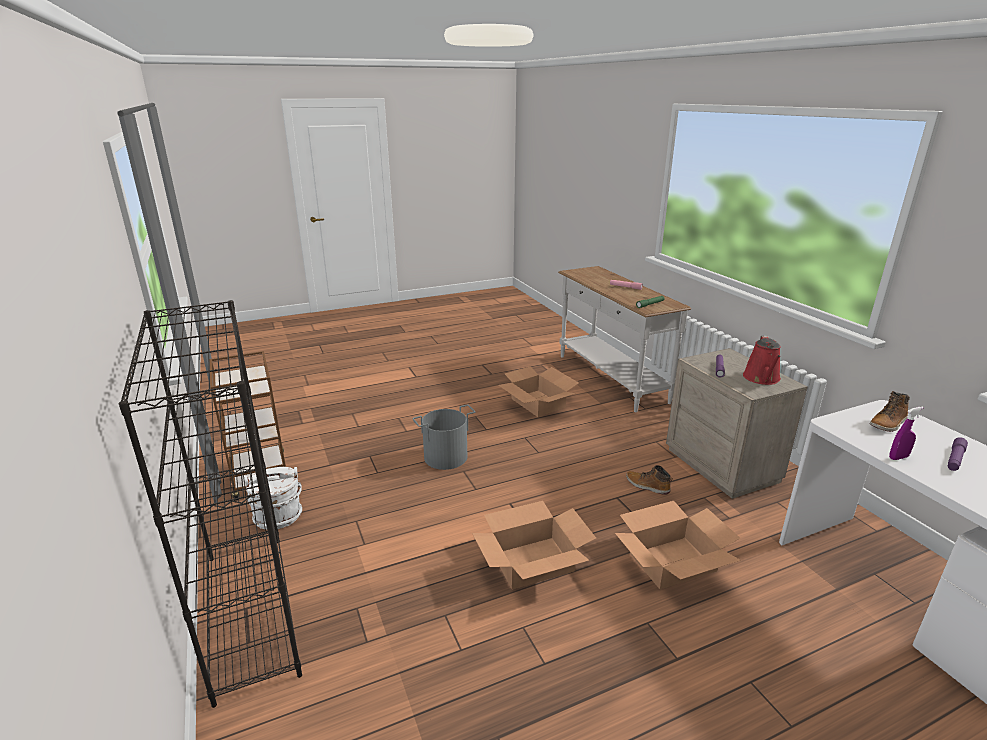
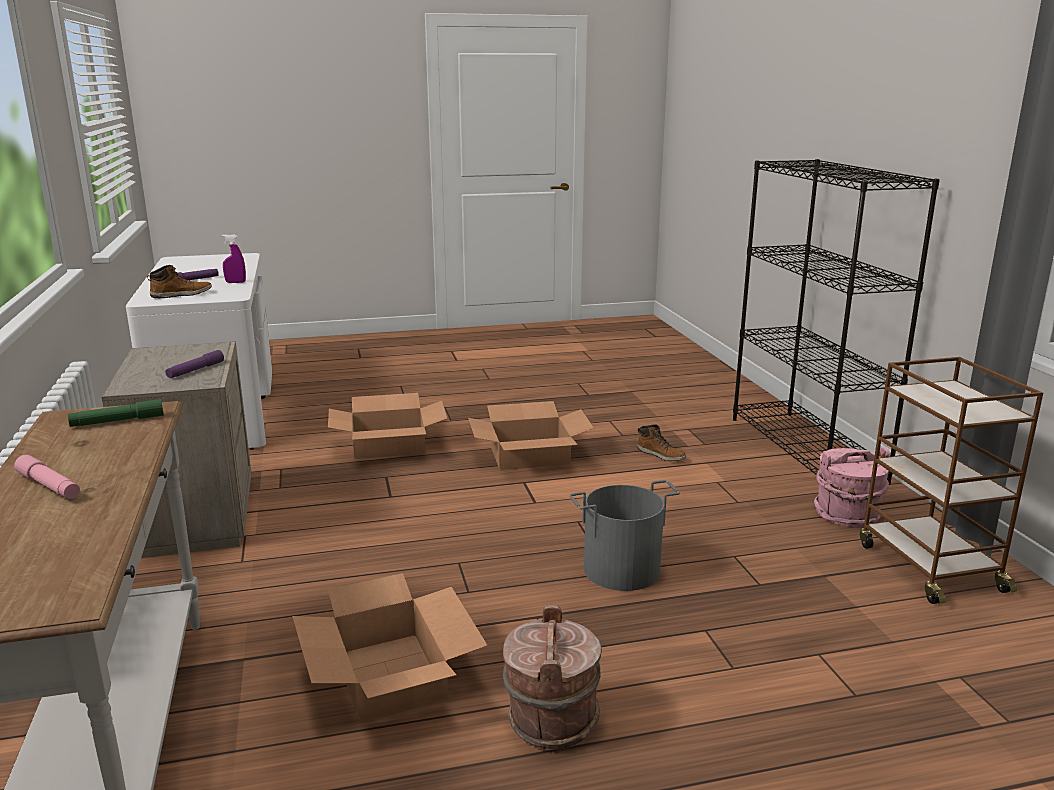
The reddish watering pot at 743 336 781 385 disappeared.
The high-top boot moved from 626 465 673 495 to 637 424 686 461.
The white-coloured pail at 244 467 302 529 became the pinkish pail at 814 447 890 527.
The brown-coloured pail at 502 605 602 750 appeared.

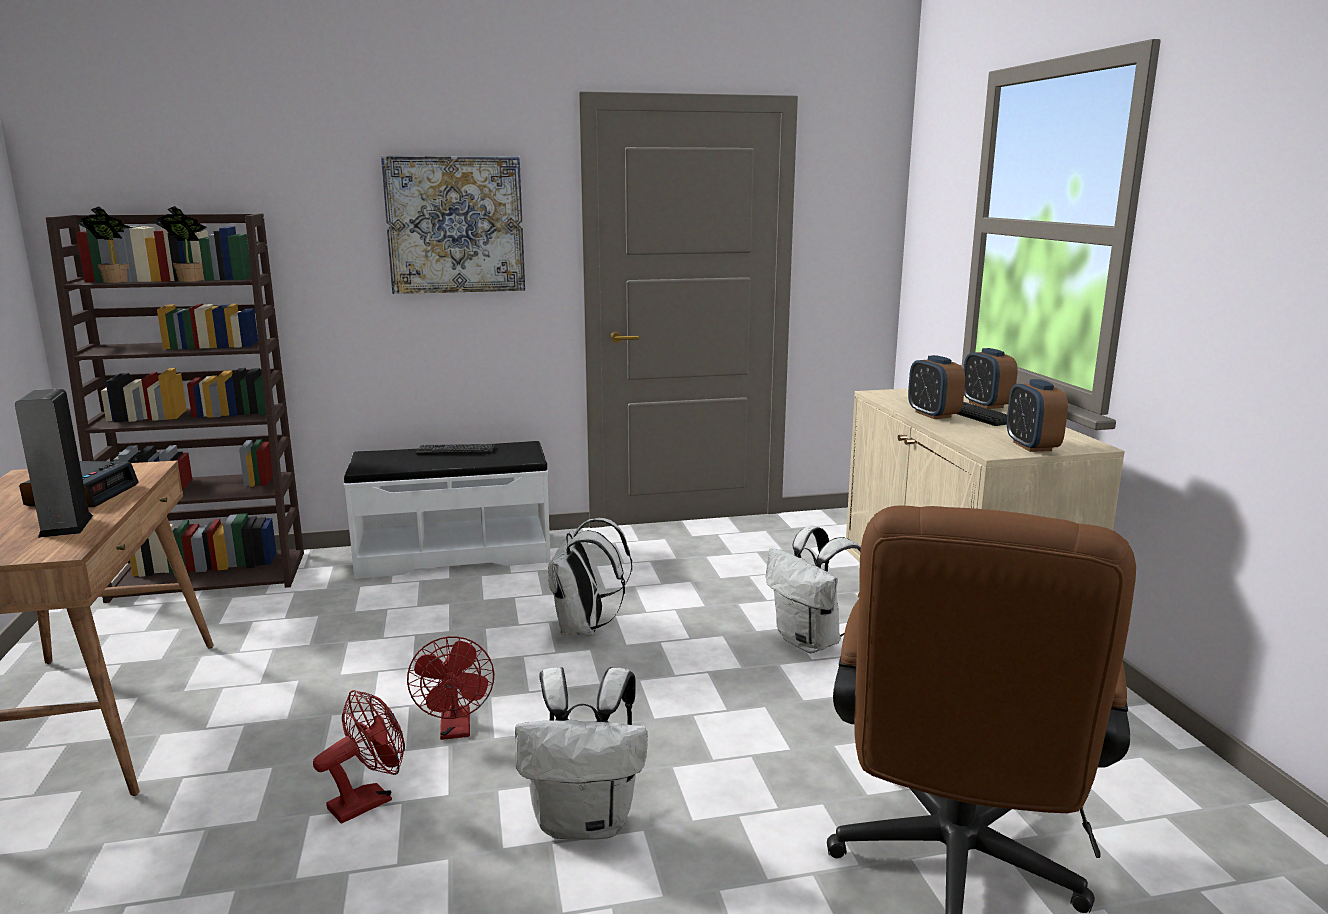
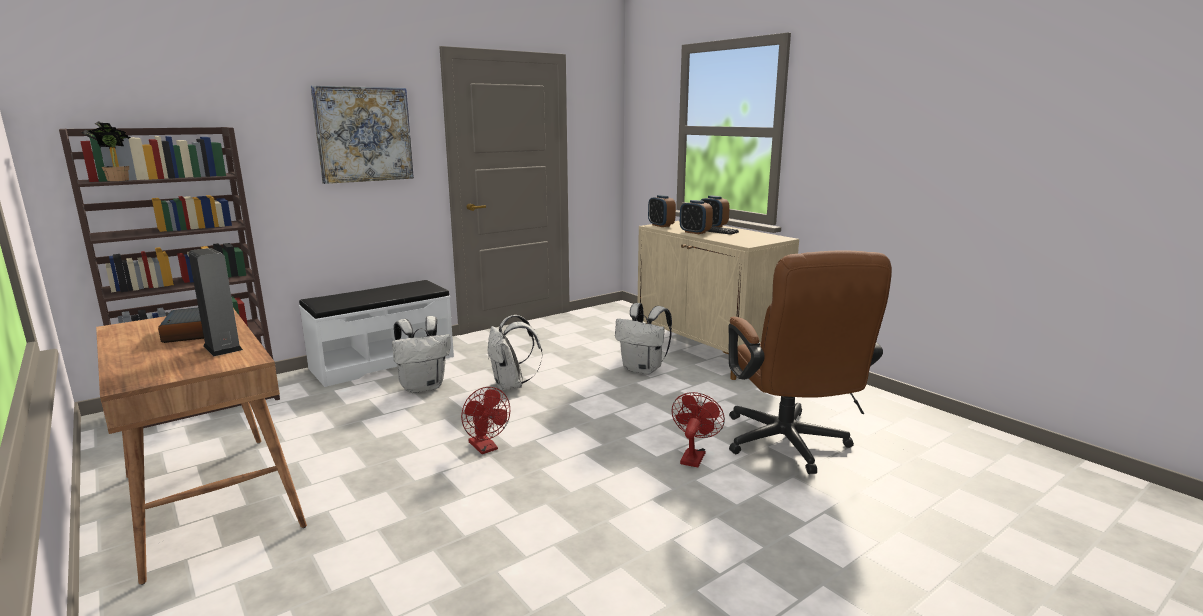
The potted plant at 152 206 208 282 disappeared.
The alarm clock moved from 1007 379 1068 452 to 648 195 676 227.
The computer keyboard at 416 444 495 455 disappeared.
The white-coloured backpack moved from 515 667 648 840 to 392 316 451 393.
The reddish electric fan moved from 313 690 405 824 to 672 392 725 467.

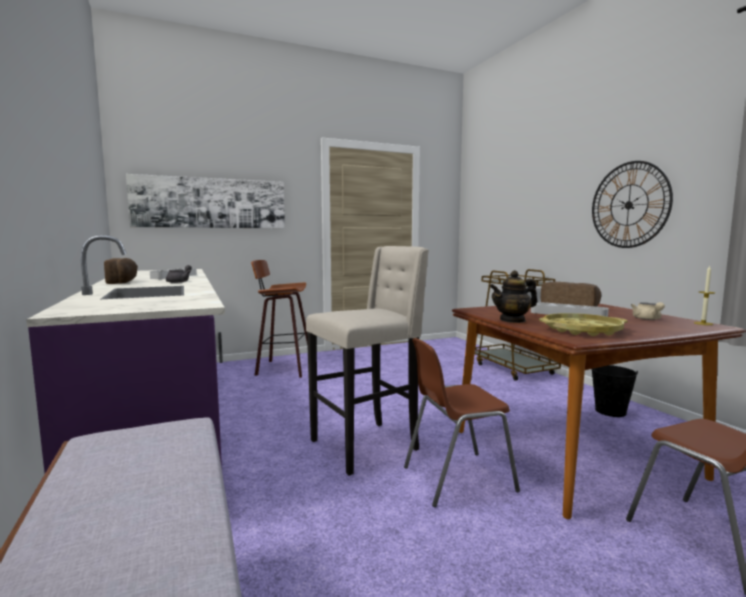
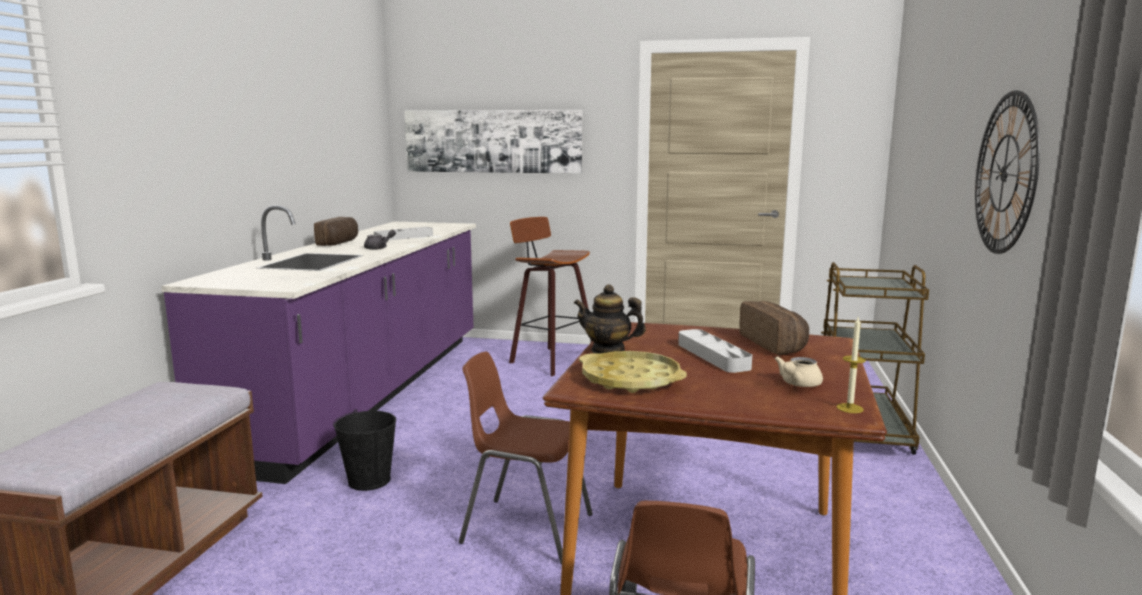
The beige-coloured stool at 306 246 429 476 disappeared.
The blackish pail moved from 591 365 638 417 to 333 409 396 491.

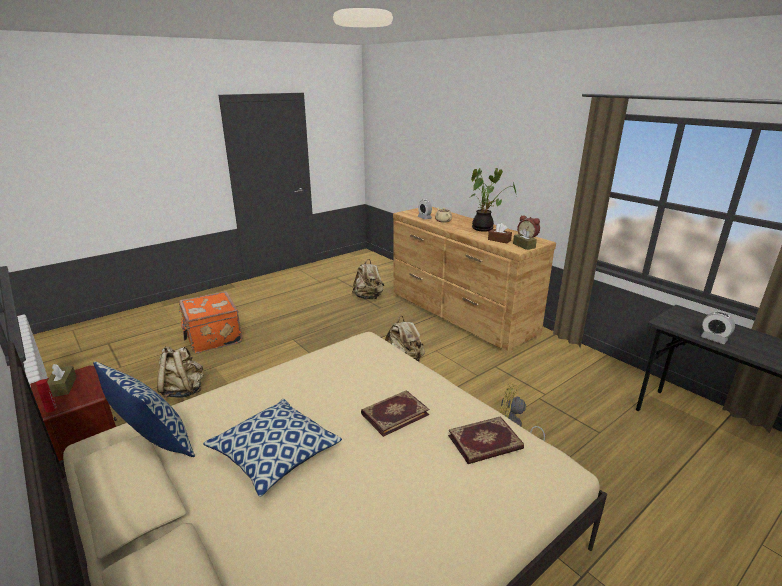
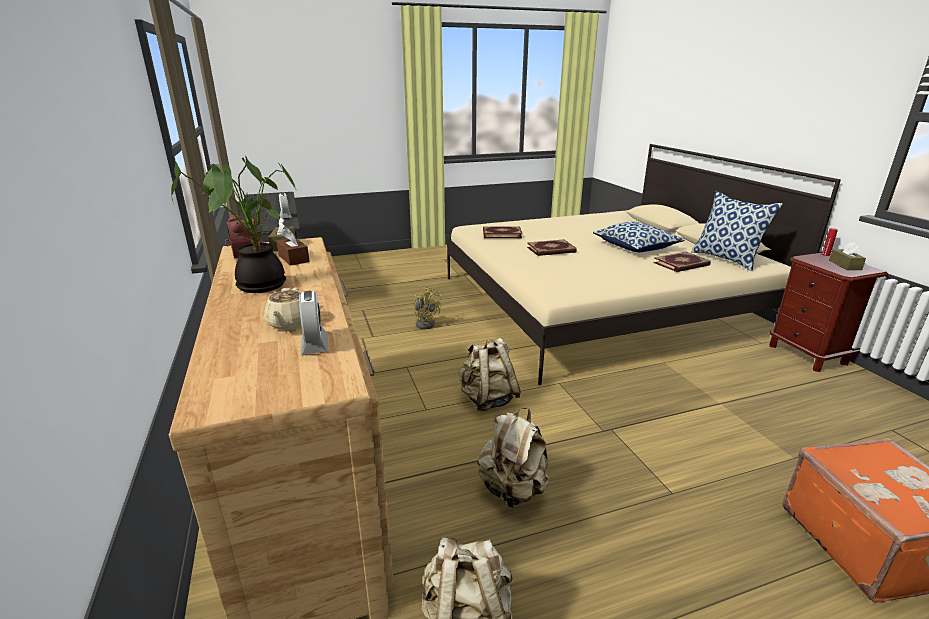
The beige-coloured backpack moved from 157 346 204 398 to 477 408 549 508.
The book at 654 252 711 272 appeared.

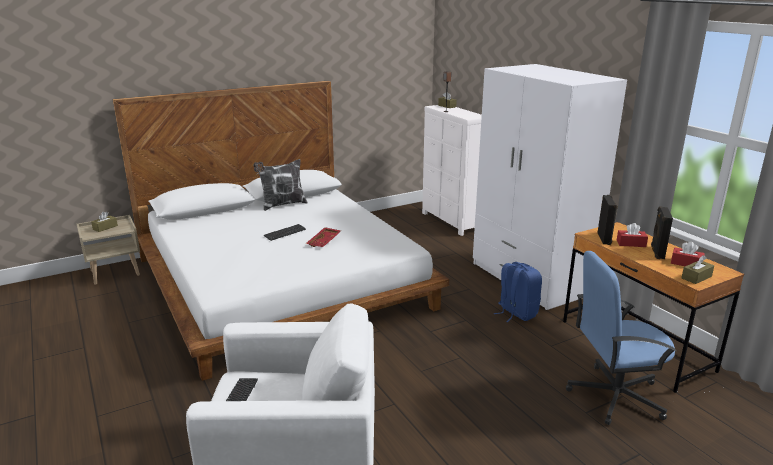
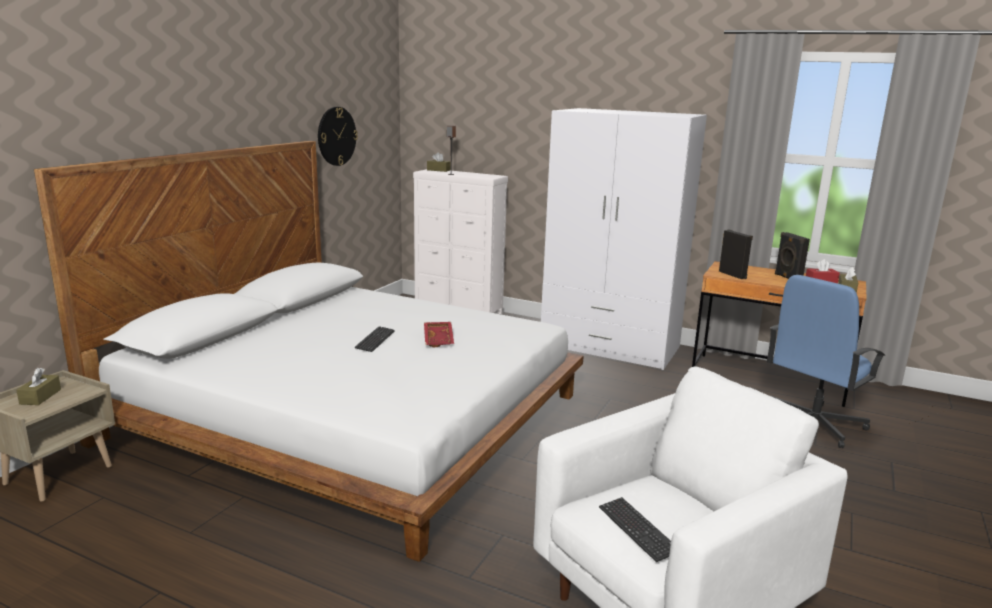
The pillow at 253 159 308 211 disappeared.
The reddish tissue holder at 617 223 648 247 disappeared.
The blue backpack at 494 262 542 322 disappeared.
The clock on the wall at 318 107 358 166 appeared.

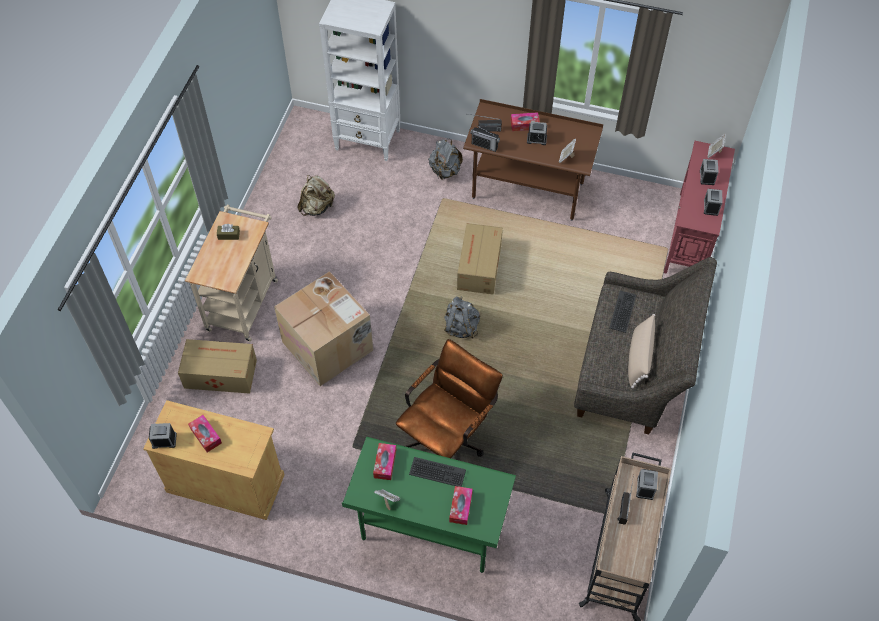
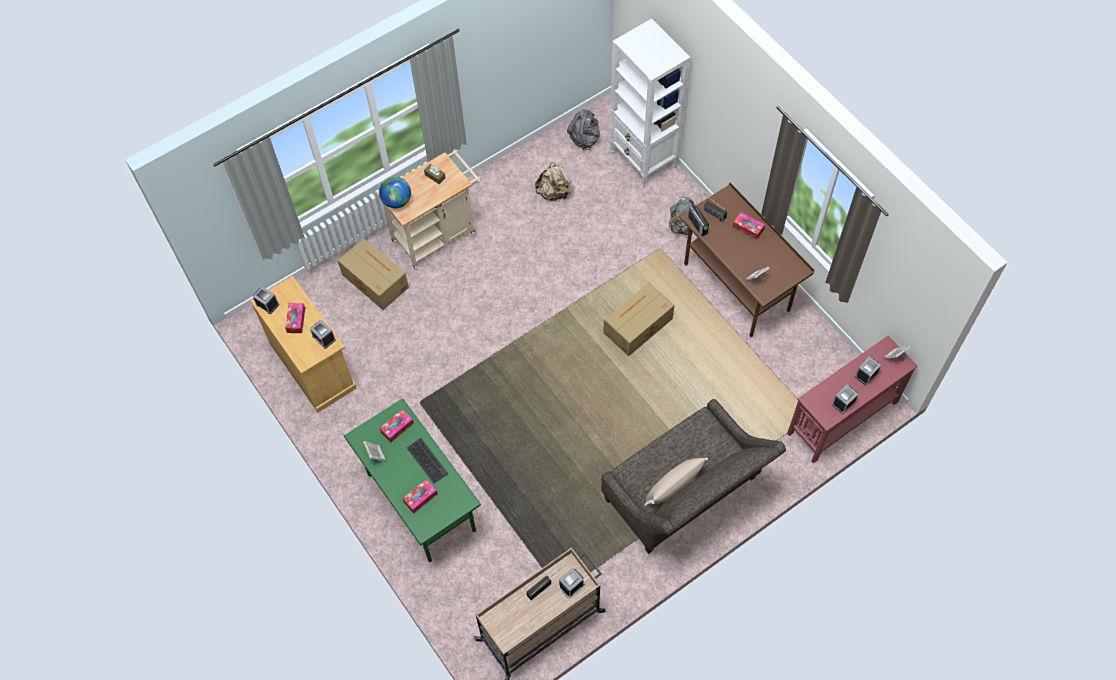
The alarm clock moved from 527 122 547 145 to 310 320 336 349.
The carton at 274 271 373 386 disappeared.
The computer keyboard at 609 290 636 333 disappeared.
The grey backpack moved from 444 296 480 339 to 567 109 600 150.
The brown-coloured computer chair at 396 339 503 458 disappeared.
The world globe at 379 176 411 208 appeared.

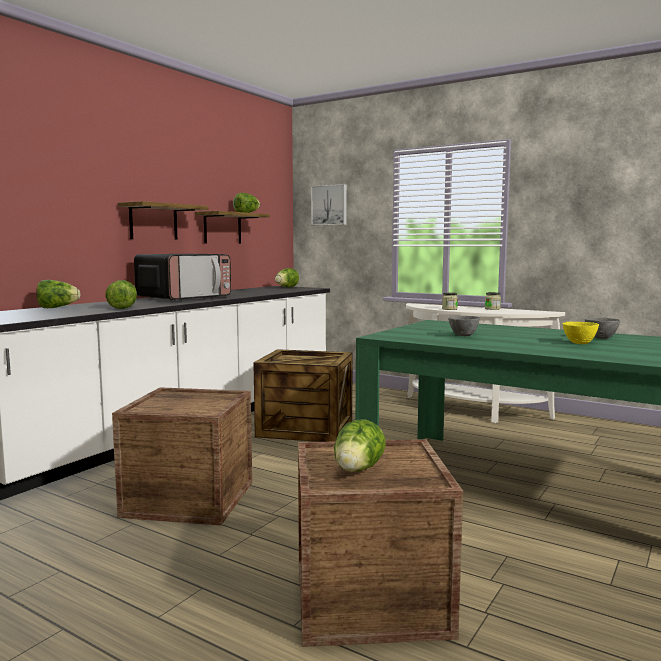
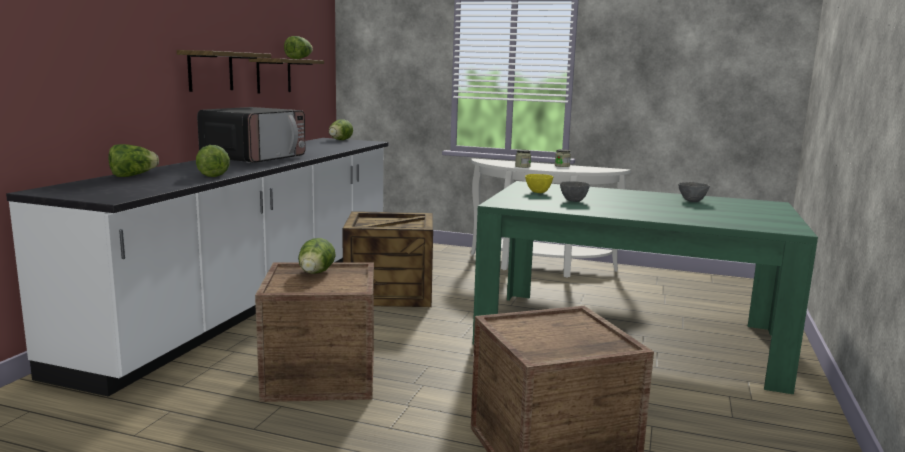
The wall picture at 311 184 347 225 disappeared.
The yellow-coloured deep dish moved from 563 322 599 344 to 525 174 553 193.
The head of lettuce moved from 334 420 386 472 to 298 238 336 274.

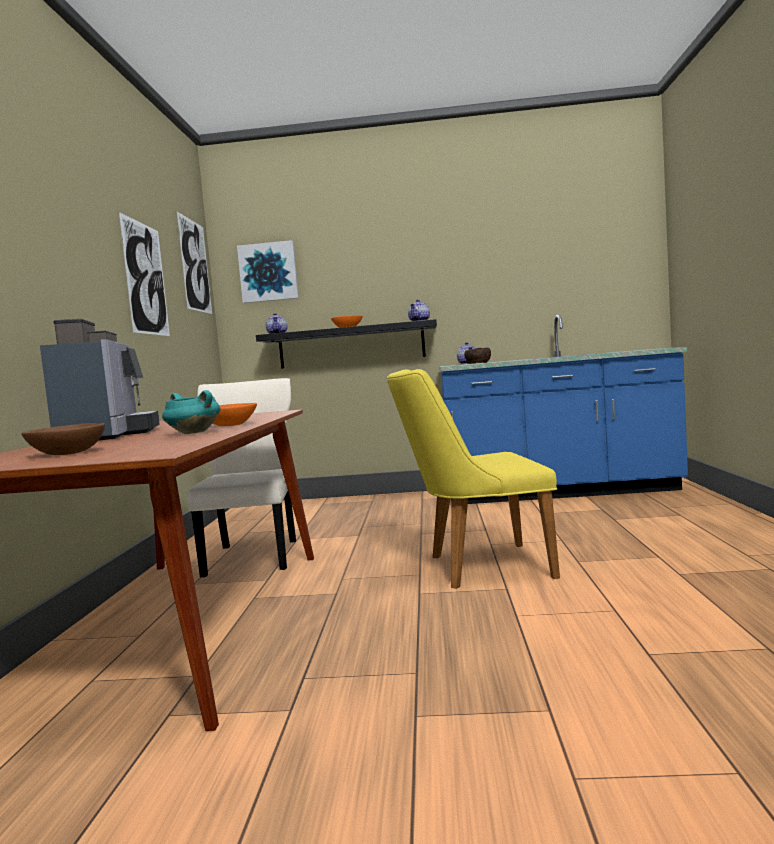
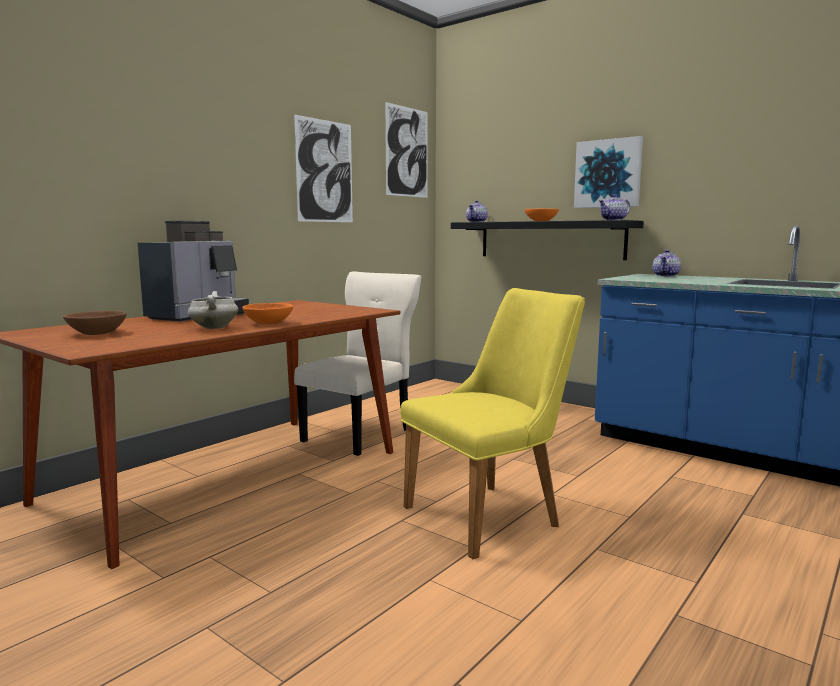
The wall picture moved from 237 240 299 303 to 574 136 643 208.
The brown-coloured deep dish at 464 348 491 364 disappeared.
The yellow-coloured chair at 387 369 560 589 turned 120 degrees clockwise.
The blue-green stockpot at 162 390 220 434 became the white-coloured stockpot at 188 291 238 329.

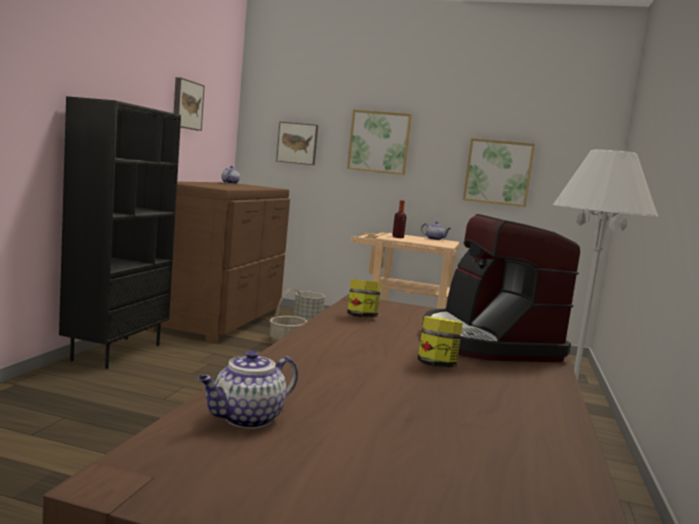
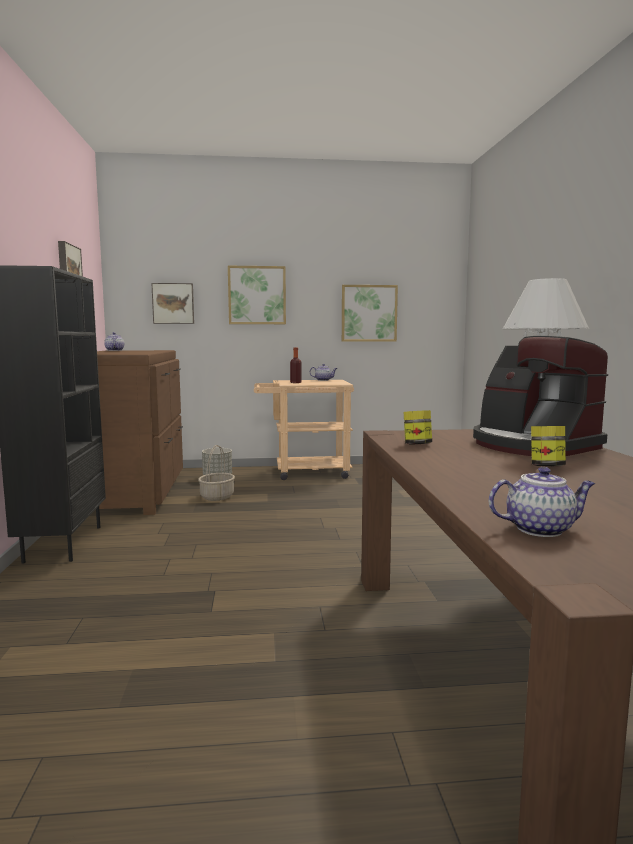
The teapot at 198 350 298 429 turned 120 degrees counterclockwise.

